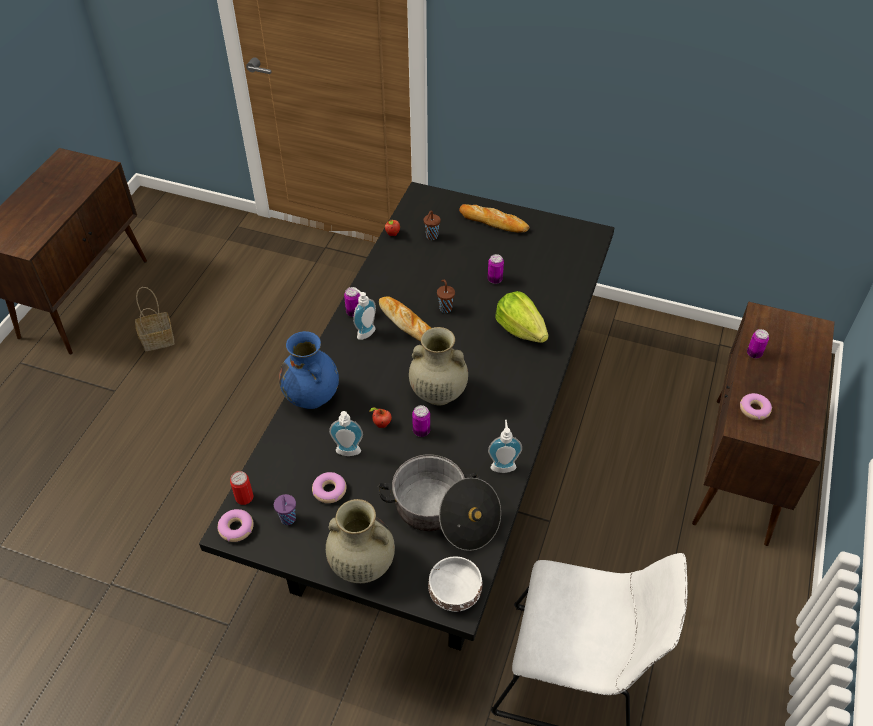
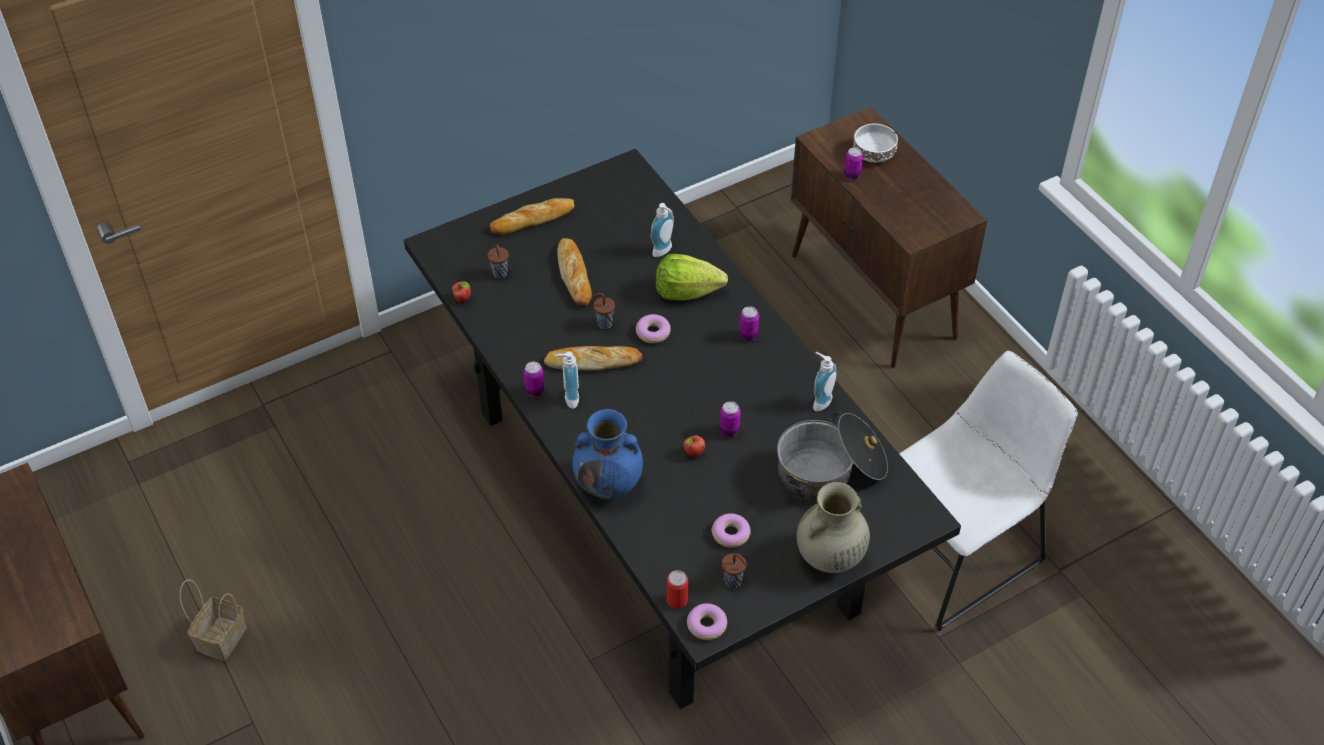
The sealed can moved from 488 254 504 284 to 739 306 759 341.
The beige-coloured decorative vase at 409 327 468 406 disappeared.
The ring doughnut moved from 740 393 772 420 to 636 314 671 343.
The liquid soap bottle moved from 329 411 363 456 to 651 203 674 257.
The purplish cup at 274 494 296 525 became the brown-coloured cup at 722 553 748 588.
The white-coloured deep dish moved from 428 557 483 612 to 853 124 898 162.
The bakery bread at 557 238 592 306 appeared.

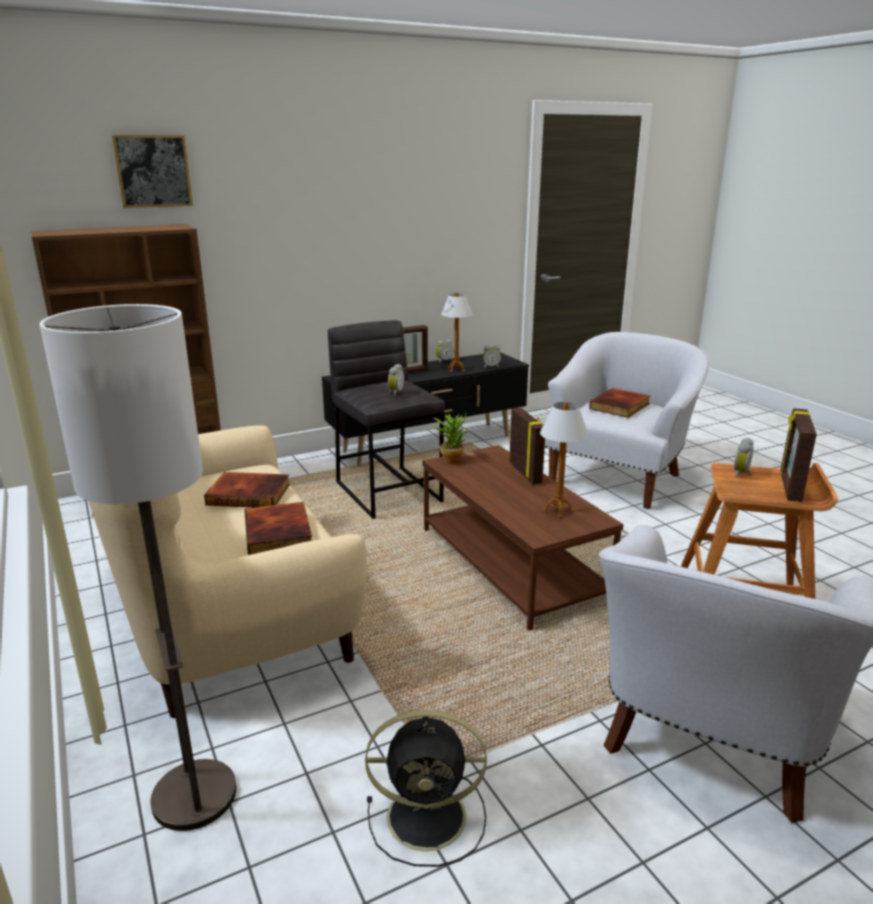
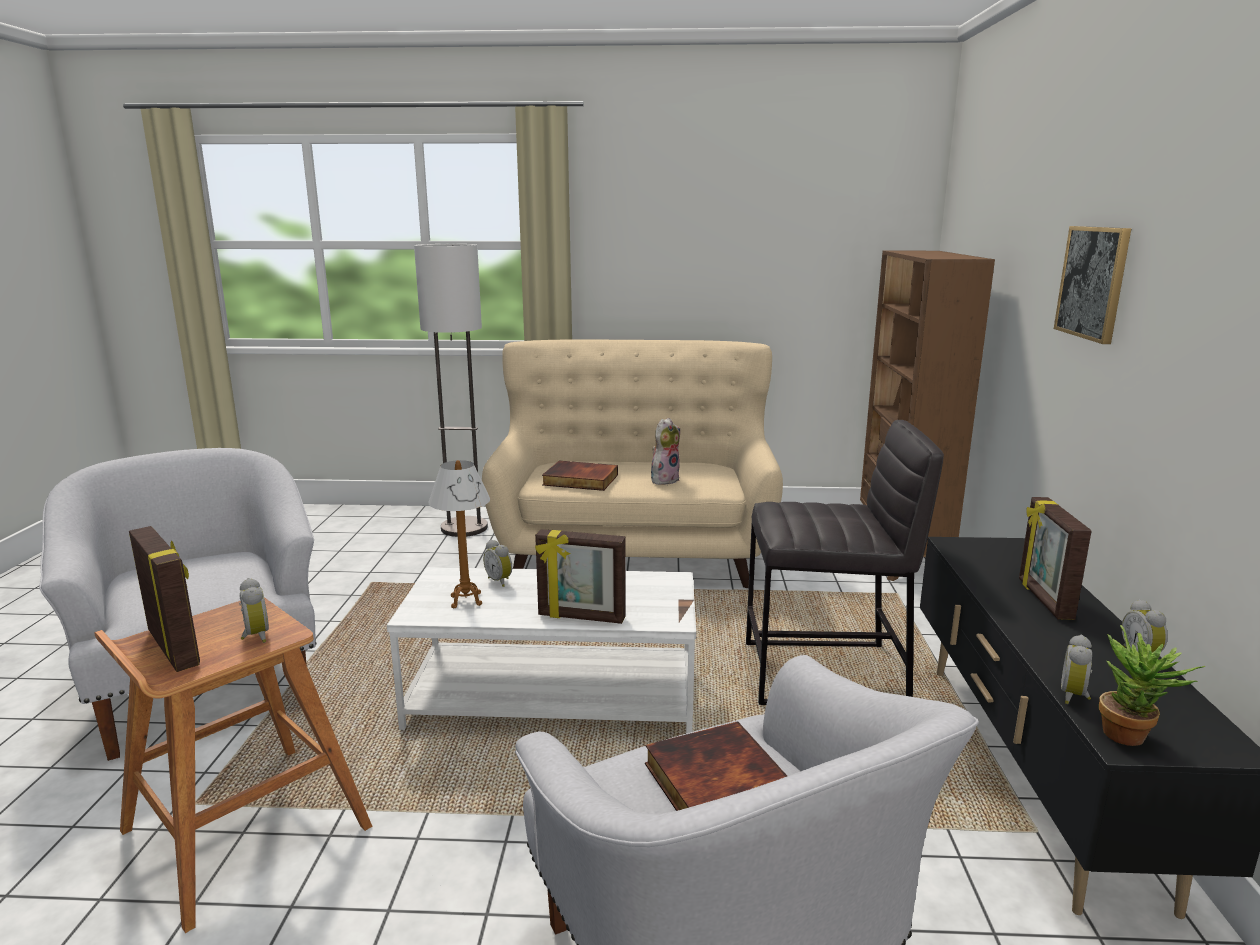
The wall picture moved from 112 135 193 208 to 1054 226 1131 344.
The tabletop lamp at 441 292 473 372 disappeared.
The alarm clock moved from 388 364 405 396 to 483 540 512 587.
The potted plant moved from 434 411 469 464 to 1099 625 1205 746.
The brown-coloured coffee table at 422 445 623 631 became the white-coloured coffee table at 387 567 696 733.
The book at 204 472 290 508 was replaced by the cuddly toy at 651 418 680 485.
The blackish electric fan at 365 710 487 867 disappeared.

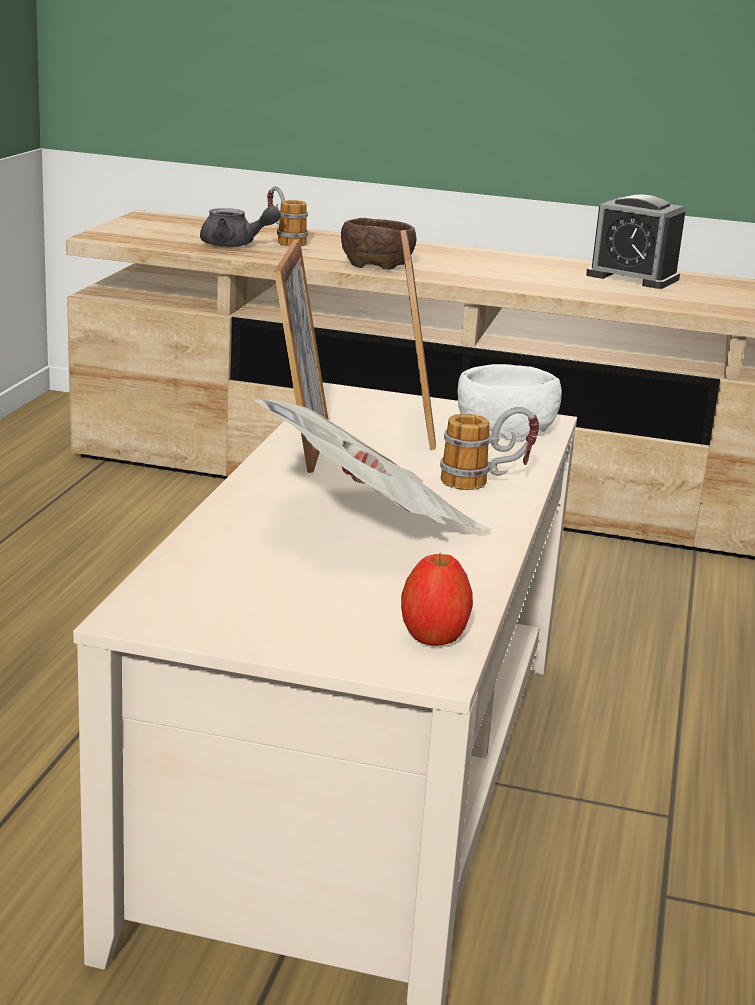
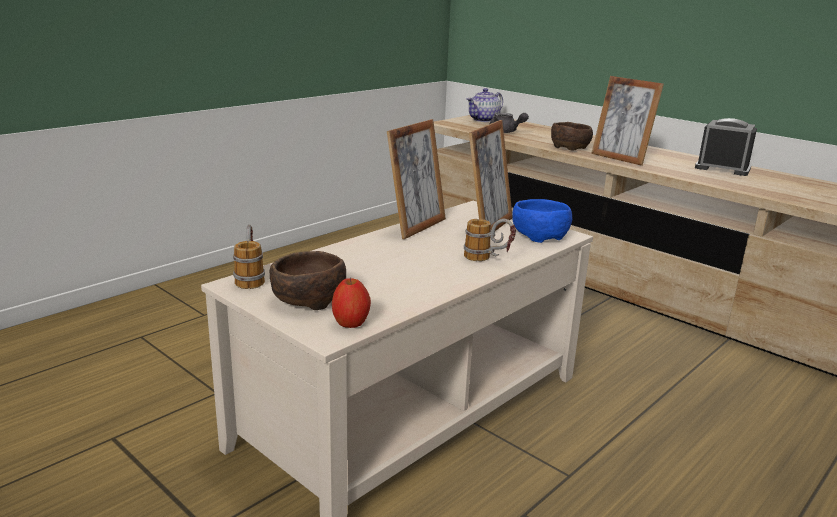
The mug moved from 267 186 308 246 to 233 224 265 289.
The alarm clock at 586 194 685 289 turned 150 degrees clockwise.
The white-coloured deep dish at 458 364 562 441 became the blue deep dish at 512 199 572 243.
The printed paper at 252 399 491 531 disappeared.
The standing frame at 591 76 664 166 appeared.
The teapot at 466 88 503 122 appeared.
The brown-coloured deep dish at 269 251 346 310 appeared.

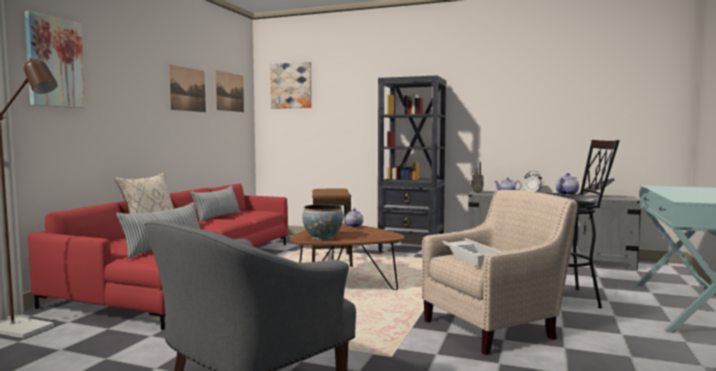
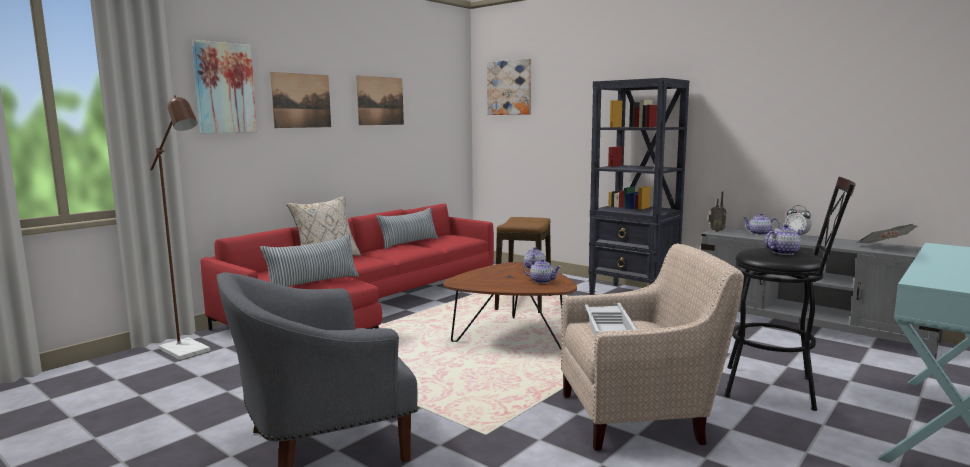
The wall picture moved from 215 70 244 112 to 270 72 331 128.
The deep dish at 303 204 343 240 disappeared.
The teapot at 523 259 561 283 appeared.

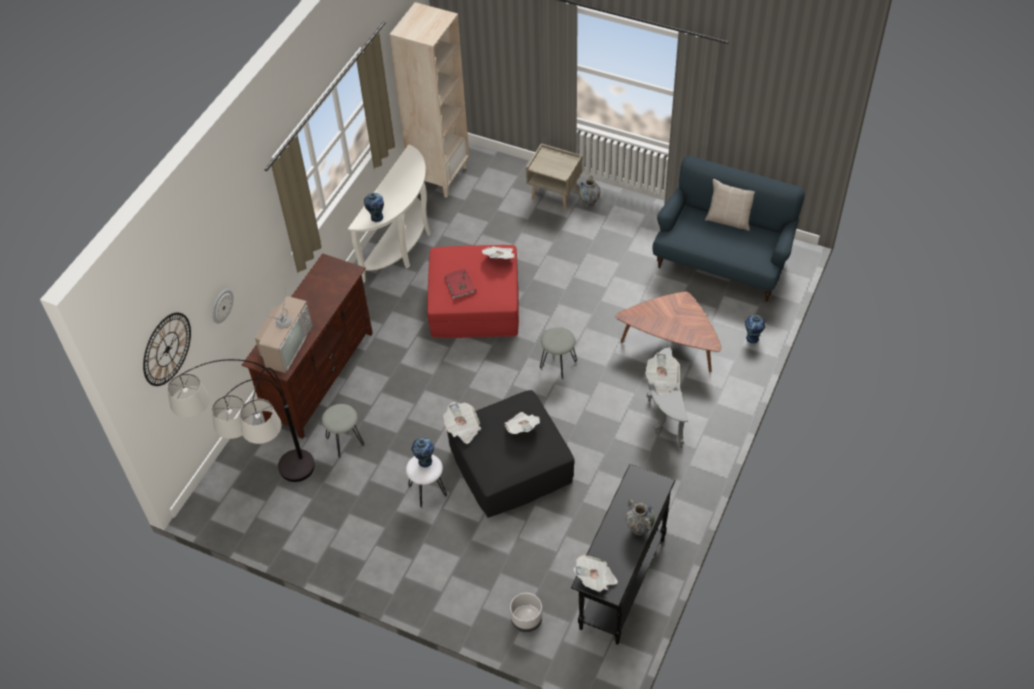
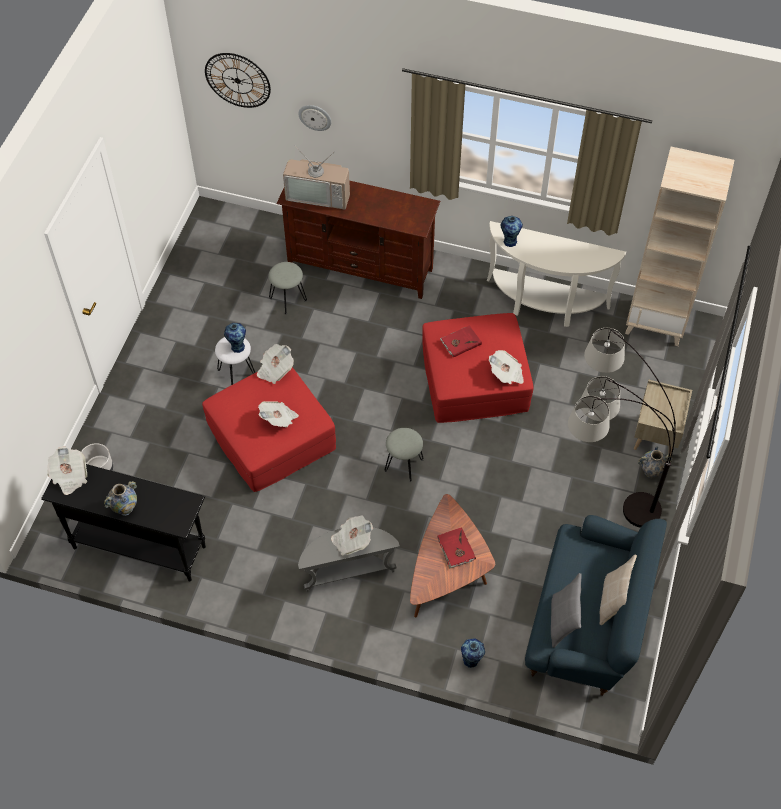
The standard lamp moved from 167 359 315 482 to 568 328 676 528.
The blackish footrest at 447 390 574 518 became the reddish footrest at 202 367 336 492.
The reddish book at 437 527 476 569 appeared.
The grey pillow at 551 573 582 648 appeared.

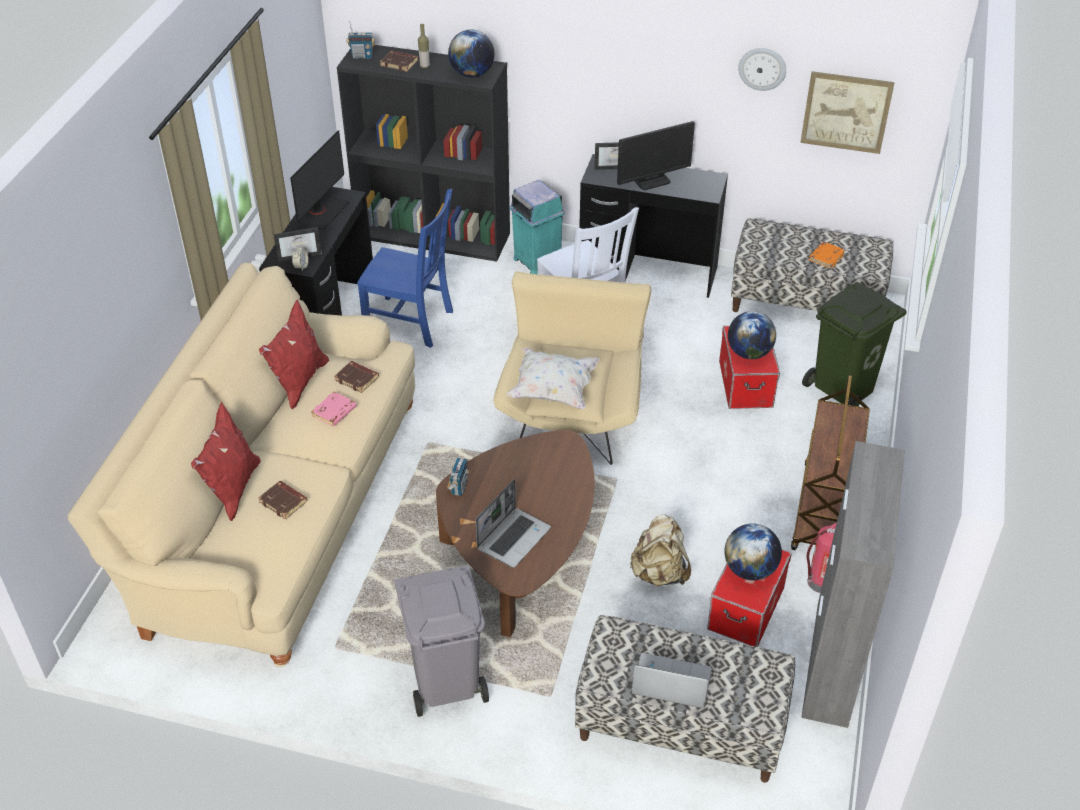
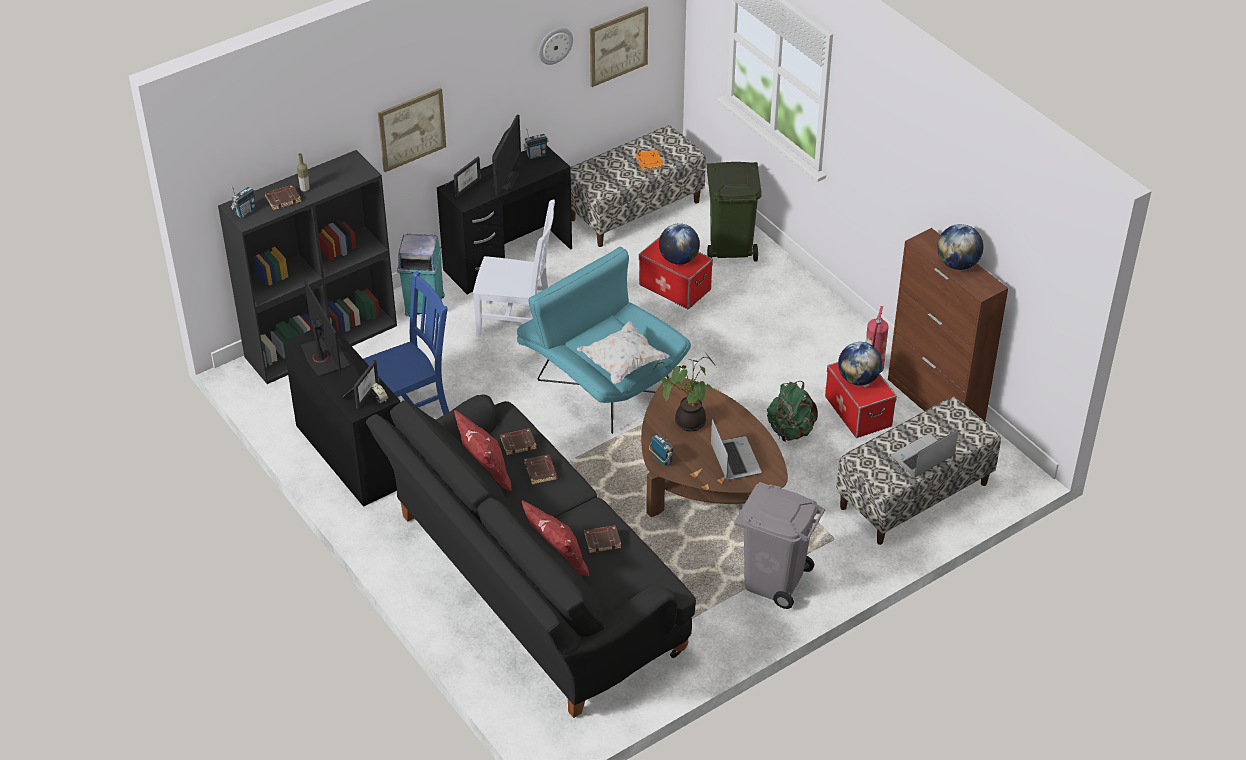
The world globe moved from 448 30 495 78 to 937 224 983 270.
The beige-coloured couch at 67 263 415 667 became the blackish couch at 366 394 696 718.
The beige-coloured easy chair at 493 271 651 465 became the blue-green easy chair at 517 247 691 434.
The brown-coloured cart at 791 375 870 550 disappeared.
The pinkish book at 311 392 357 427 became the brown-coloured book at 524 455 557 485.
The grey cabinet at 801 441 905 728 became the brown-coloured cabinet at 888 228 1008 421.
The beige-coloured backpack at 629 514 691 586 became the green backpack at 767 381 818 442.
The wall picture at 378 88 446 172 appeared.
The radio at 523 129 549 159 appeared.
The potted plant at 653 352 716 431 appeared.

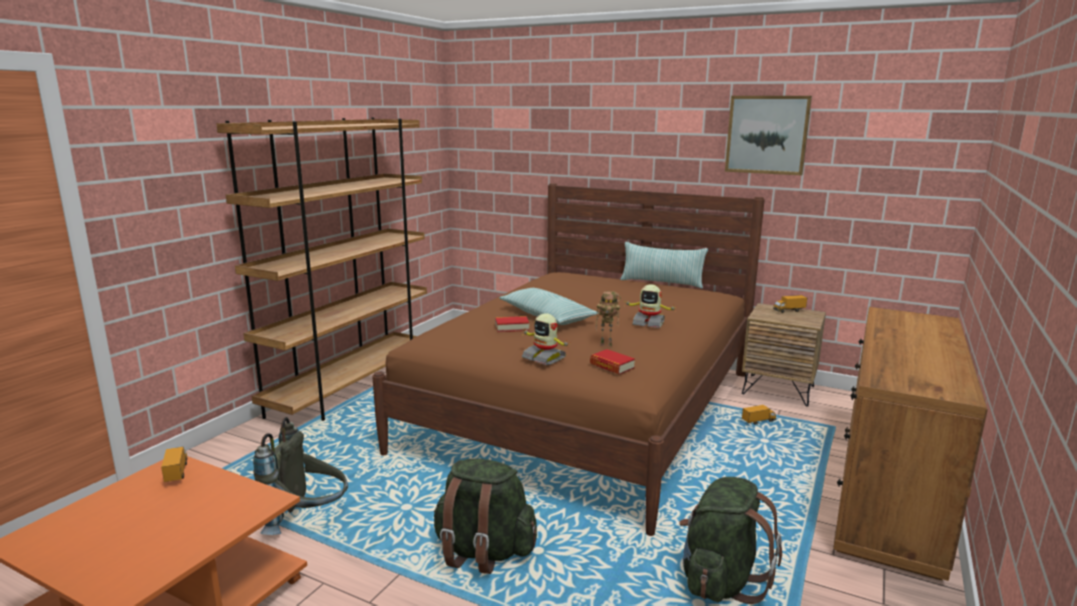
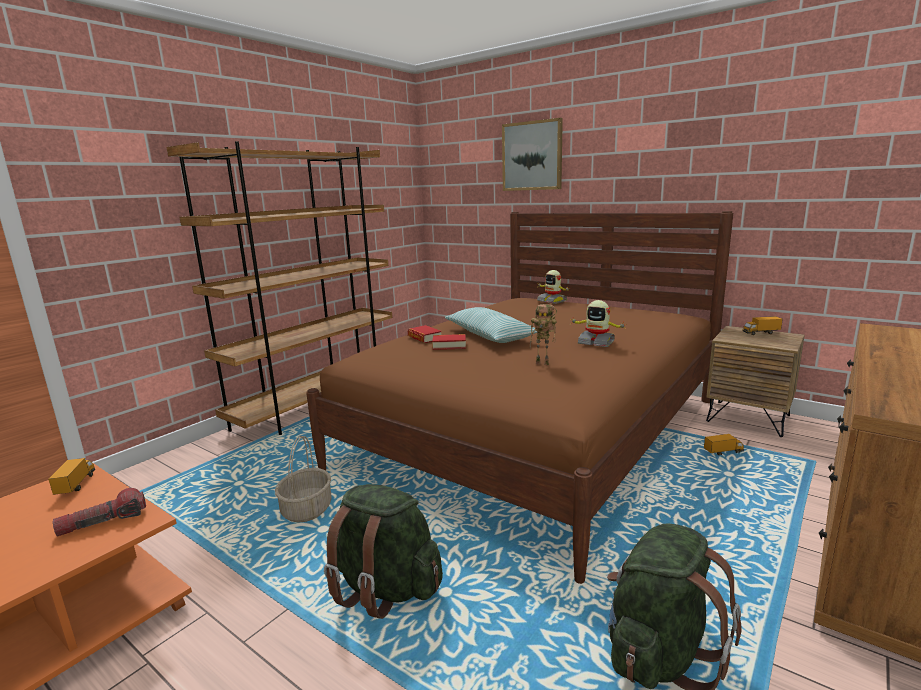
The wall picture moved from 725 96 812 175 to 502 118 563 191.
The pillow at 620 242 708 288 disappeared.
The robot figure moved from 522 313 571 365 to 537 270 570 304.
The book moved from 590 349 635 374 to 408 325 442 343.
The grey backpack at 253 417 348 535 disappeared.
The storage basket at 275 436 331 523 appeared.
The flashlight at 52 488 146 536 appeared.

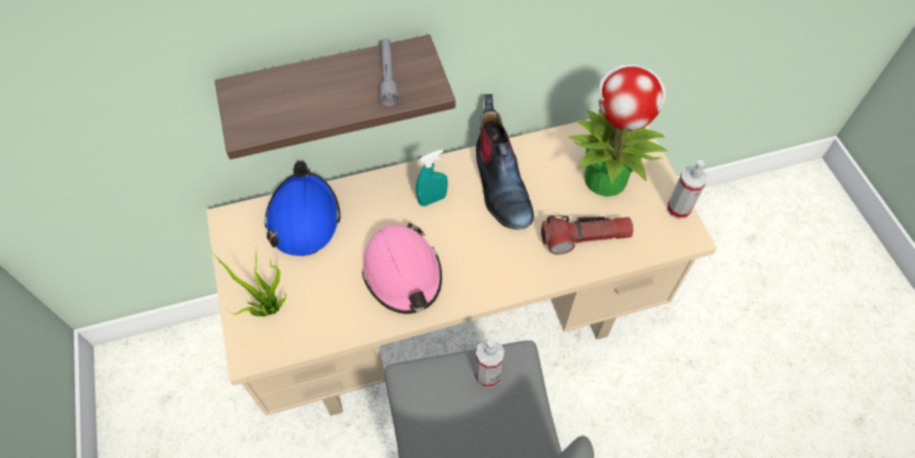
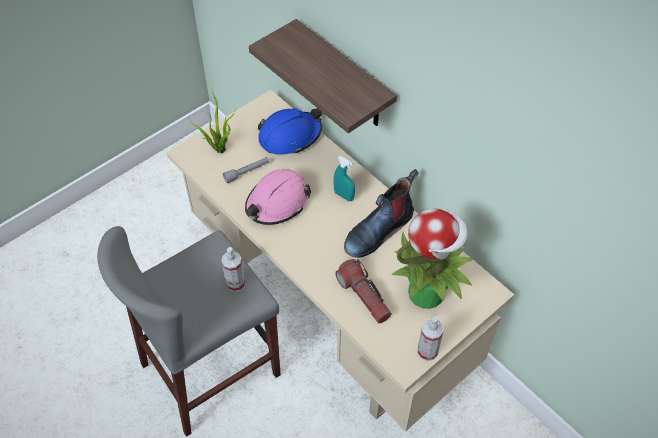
The grey flashlight moved from 380 38 399 106 to 223 157 269 184.

